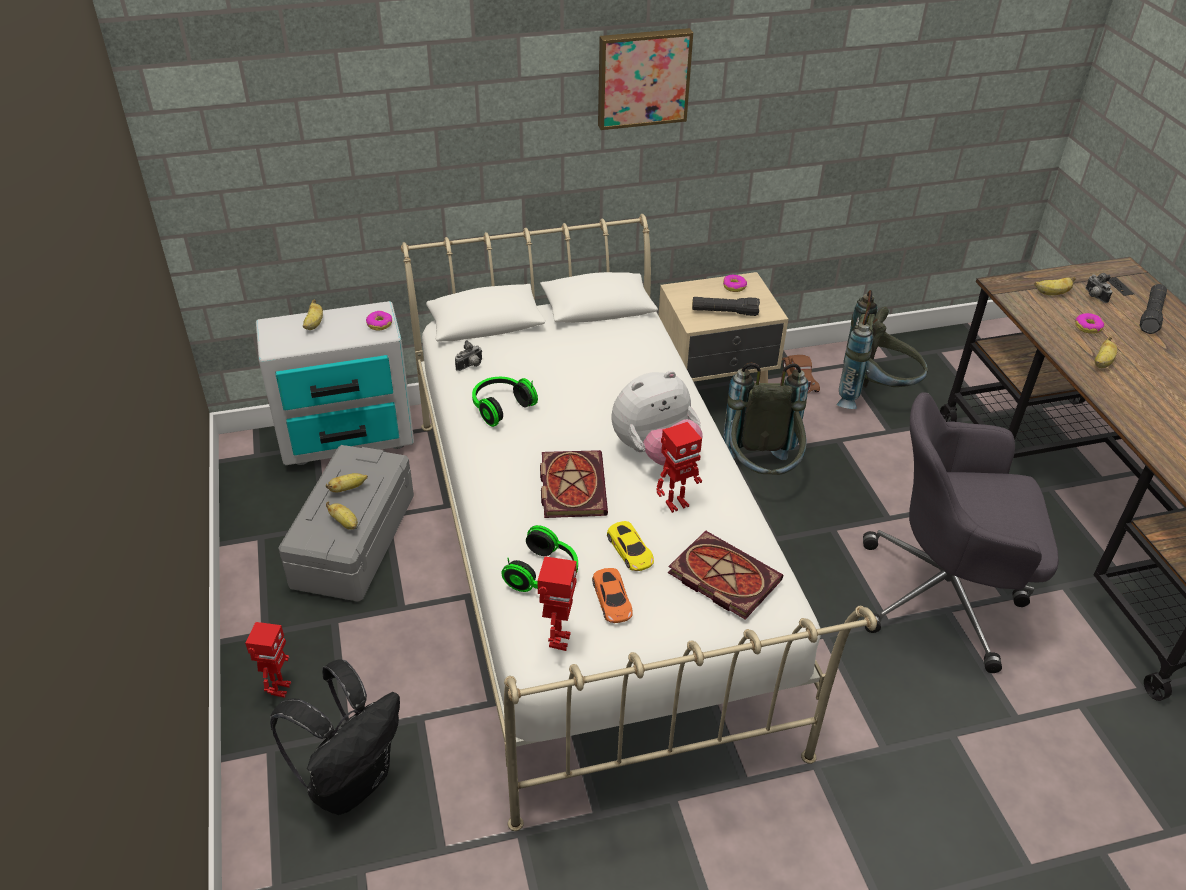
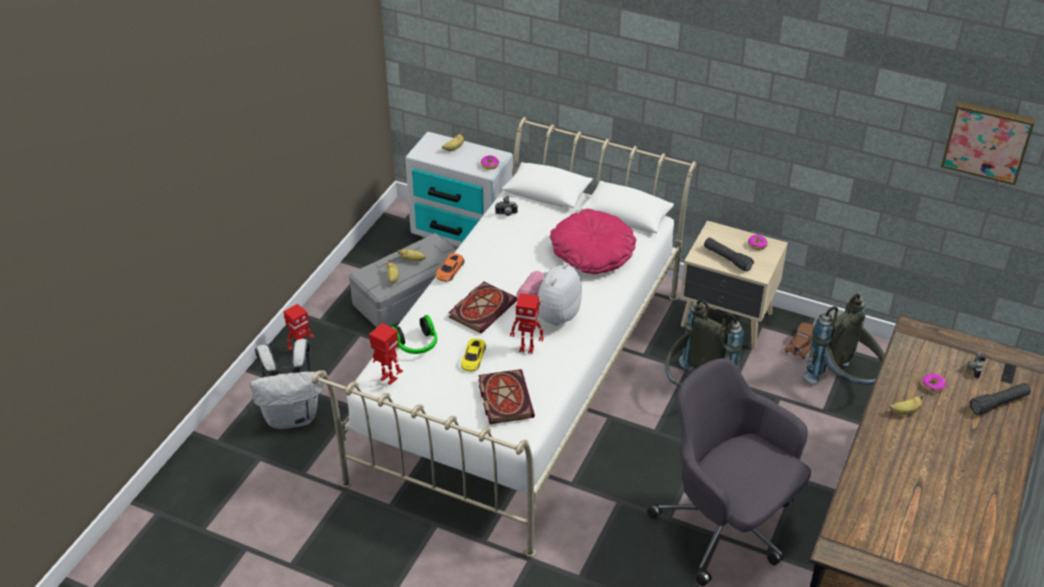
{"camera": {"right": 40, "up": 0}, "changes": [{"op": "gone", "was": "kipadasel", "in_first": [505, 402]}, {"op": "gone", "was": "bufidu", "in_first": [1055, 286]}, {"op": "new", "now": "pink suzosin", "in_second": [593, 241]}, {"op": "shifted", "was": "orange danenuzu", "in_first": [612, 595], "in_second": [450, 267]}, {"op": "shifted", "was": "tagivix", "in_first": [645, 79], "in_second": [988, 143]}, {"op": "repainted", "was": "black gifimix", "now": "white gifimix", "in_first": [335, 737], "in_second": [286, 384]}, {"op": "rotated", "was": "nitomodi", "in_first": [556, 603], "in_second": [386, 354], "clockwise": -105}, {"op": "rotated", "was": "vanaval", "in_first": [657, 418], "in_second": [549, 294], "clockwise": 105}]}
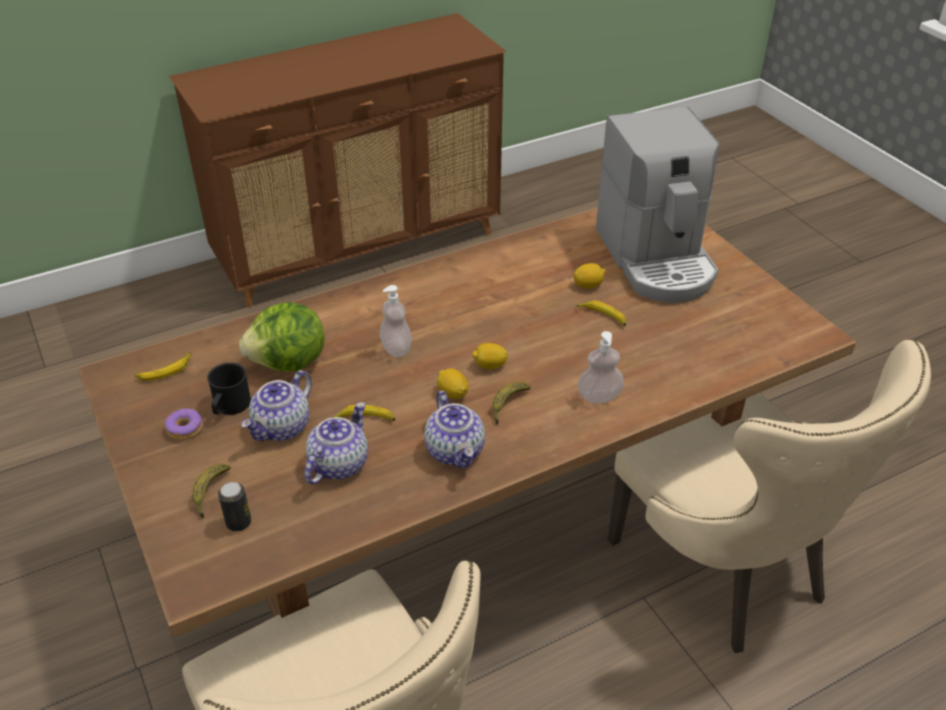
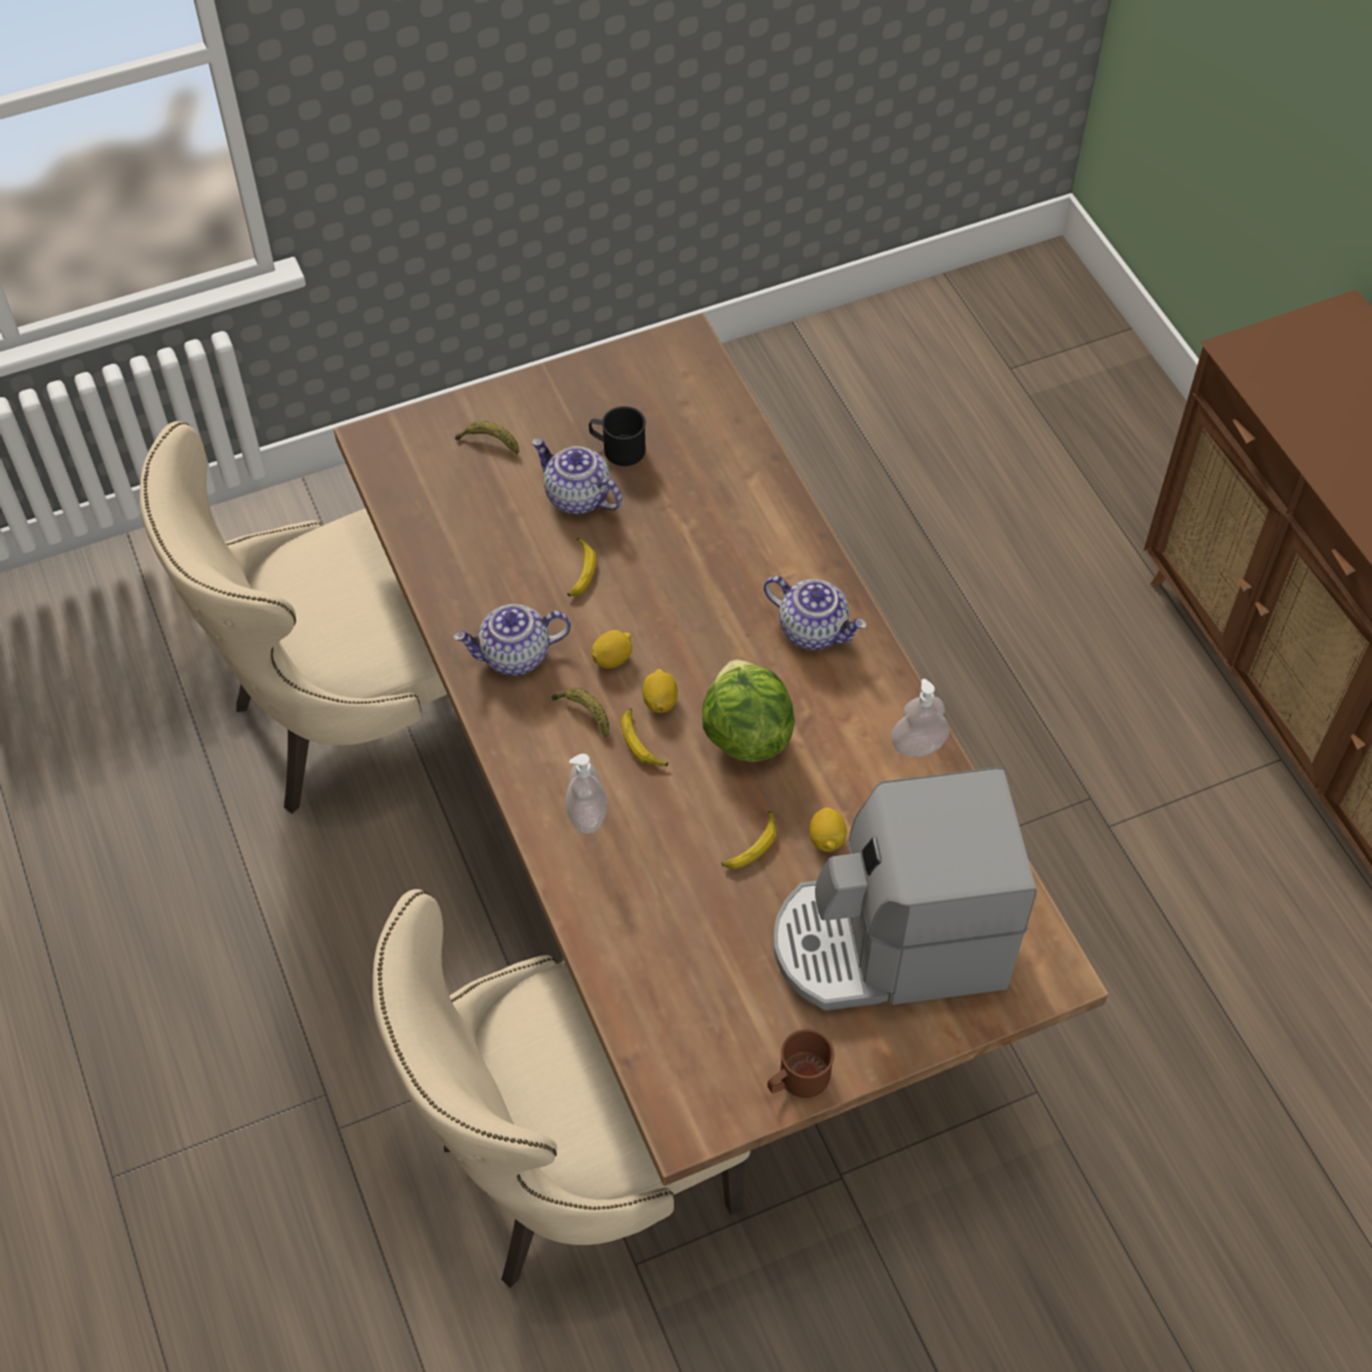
{"camera": {"right": 95, "up": 15}, "changes": [{"op": "gone", "was": "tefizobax", "in_first": [184, 424]}, {"op": "gone", "was": "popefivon", "in_first": [234, 506]}, {"op": "new", "now": "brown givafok", "in_second": [800, 1063]}, {"op": "shifted", "was": "bufidu", "in_first": [163, 366], "in_second": [644, 737]}, {"op": "shifted", "was": "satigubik", "in_first": [281, 337], "in_second": [748, 710]}, {"op": "shifted", "was": "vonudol", "in_first": [336, 443], "in_second": [815, 613]}, {"op": "shifted", "was": "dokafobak", "in_first": [396, 321], "in_second": [920, 718]}]}
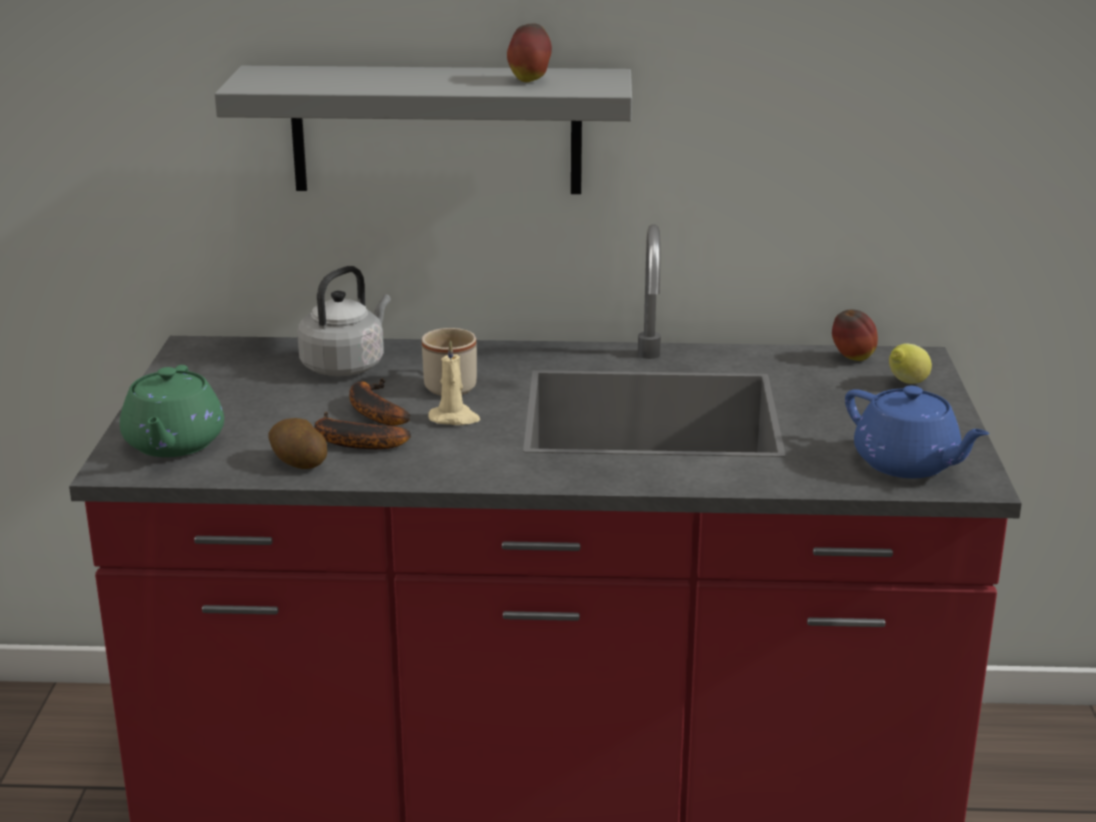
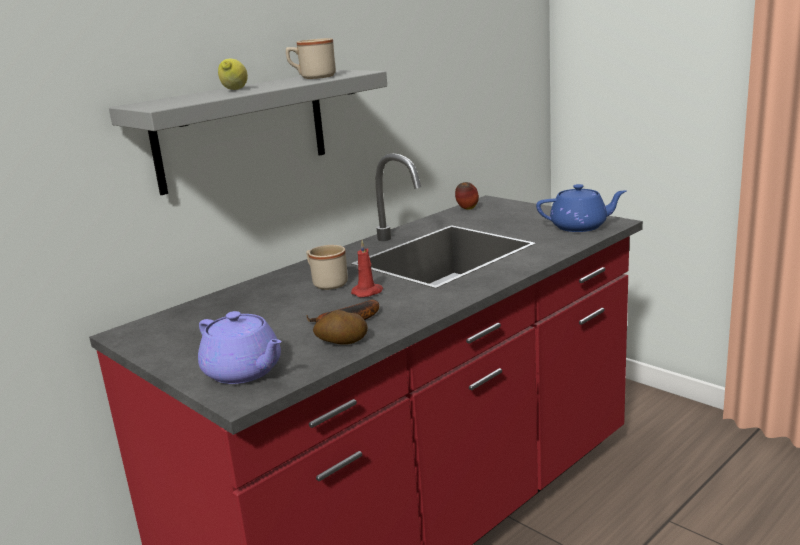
{"camera": {"right": -45, "up": -5}, "changes": [{"op": "gone", "was": "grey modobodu", "in_first": [344, 321]}, {"op": "gone", "was": "bufidu", "in_first": [379, 402]}, {"op": "shifted", "was": "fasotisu", "in_first": [910, 363], "in_second": [233, 74]}, {"op": "swapped", "was": "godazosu", "now": "beige givafok", "in_first": [529, 53], "in_second": [311, 58]}, {"op": "repainted", "was": "green vonudol", "now": "purple vonudol", "in_first": [172, 411], "in_second": [240, 347]}, {"op": "repainted", "was": "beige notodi", "now": "red notodi", "in_first": [454, 383], "in_second": [367, 268]}]}
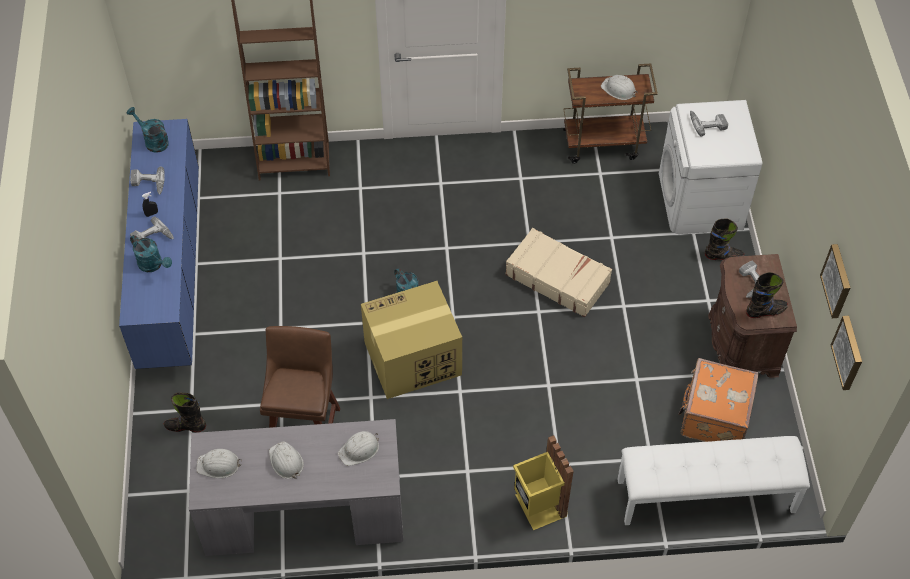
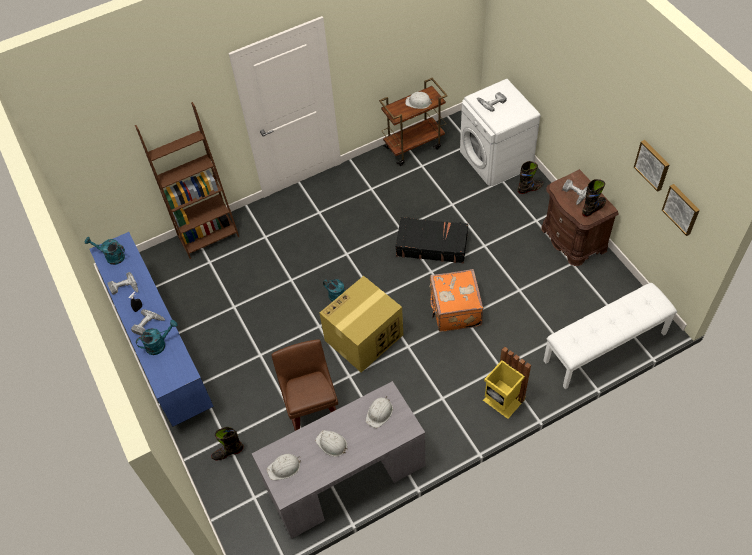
{"camera": {"right": -20, "up": 0}, "changes": [{"op": "shifted", "was": "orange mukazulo", "in_first": [718, 400], "in_second": [456, 300]}, {"op": "repainted", "was": "beige mukazulo", "now": "black mukazulo", "in_first": [558, 272], "in_second": [431, 240]}, {"op": "rotated", "was": "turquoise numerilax", "in_first": [151, 253], "in_second": [157, 337], "clockwise": -45}]}
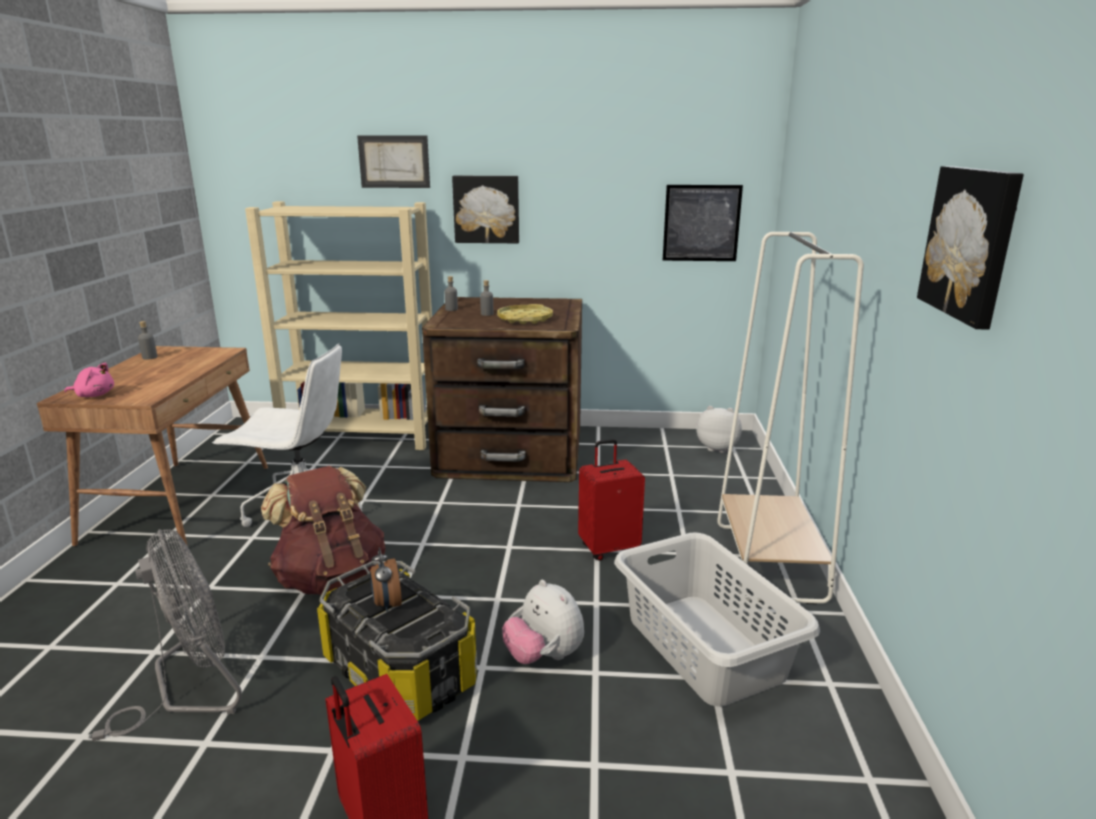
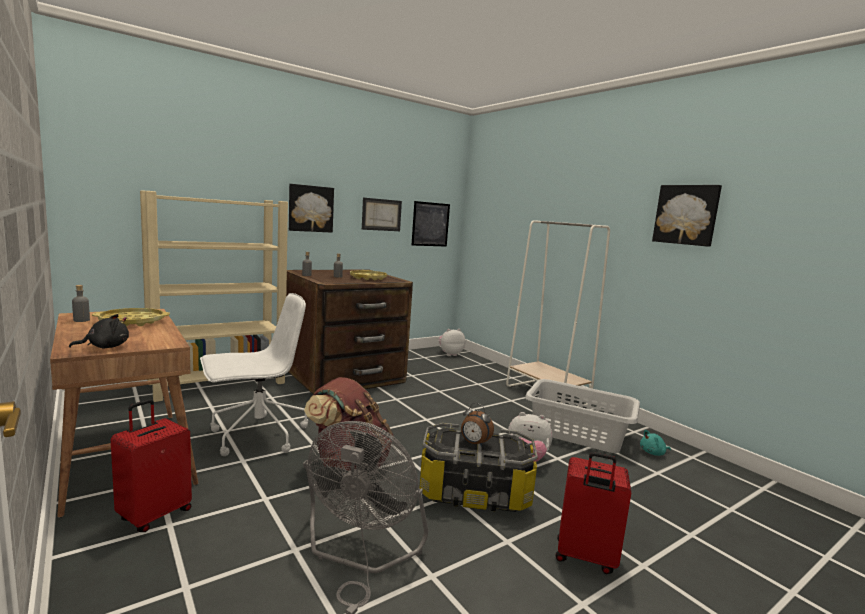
{"camera": {"right": -40, "up": -10}, "changes": [{"op": "new", "now": "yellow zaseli", "in_second": [131, 317]}, {"op": "new", "now": "turquoise vanaval", "in_second": [655, 443]}, {"op": "shifted", "was": "tagivix", "in_first": [393, 162], "in_second": [382, 214]}, {"op": "shifted", "was": "red mukazulo", "in_first": [611, 500], "in_second": [151, 465]}, {"op": "repainted", "was": "pink vanaval", "now": "black vanaval", "in_first": [89, 380], "in_second": [99, 331]}]}
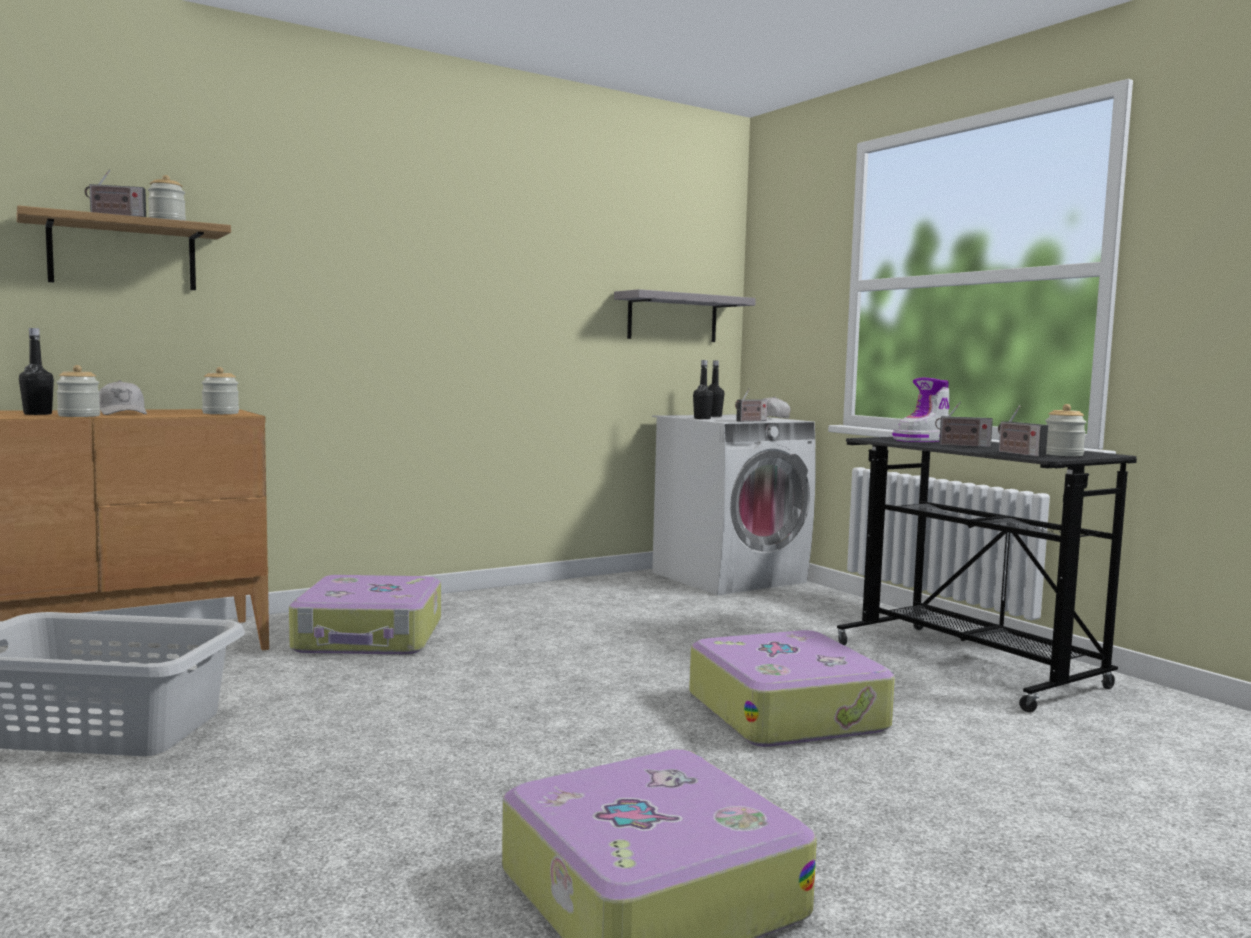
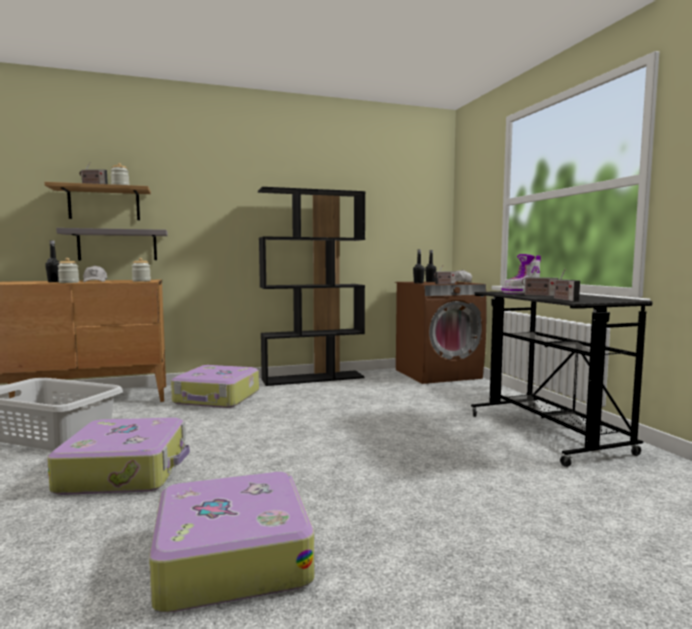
{"camera": {"right": 15, "up": 0}, "changes": [{"op": "gone", "was": "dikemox", "in_first": [1065, 430]}, {"op": "new", "now": "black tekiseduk", "in_second": [311, 286]}, {"op": "shifted", "was": "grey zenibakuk", "in_first": [685, 315], "in_second": [112, 244]}, {"op": "shifted", "was": "mukazulo", "in_first": [792, 688], "in_second": [118, 456]}, {"op": "repainted", "was": "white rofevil", "now": "brown rofevil", "in_first": [734, 505], "in_second": [441, 332]}]}
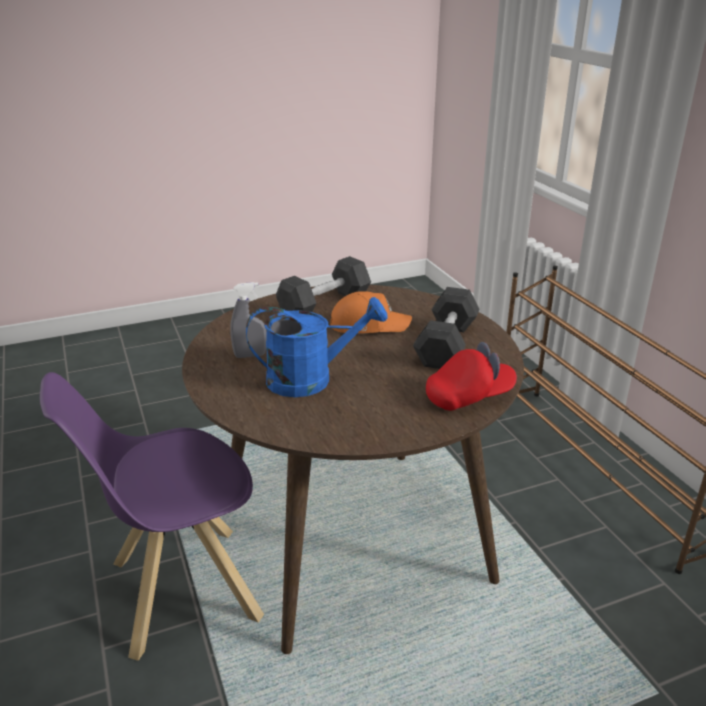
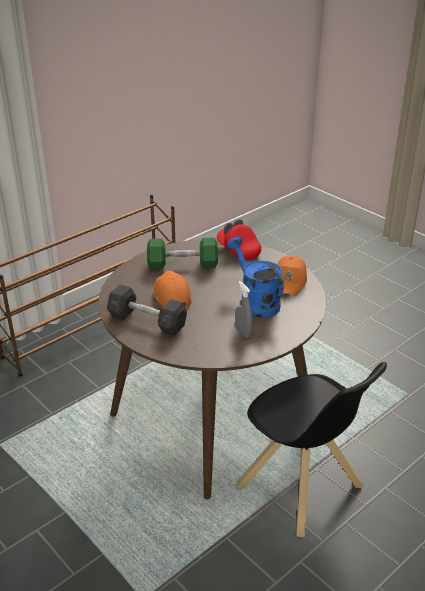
{"camera": {"right": -110, "up": 5}, "changes": [{"op": "new", "now": "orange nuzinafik", "in_second": [292, 276]}, {"op": "repainted", "was": "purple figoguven", "now": "black figoguven", "in_first": [152, 516], "in_second": [312, 449]}, {"op": "repainted", "was": "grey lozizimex", "now": "green lozizimex", "in_first": [446, 328], "in_second": [182, 253]}]}
